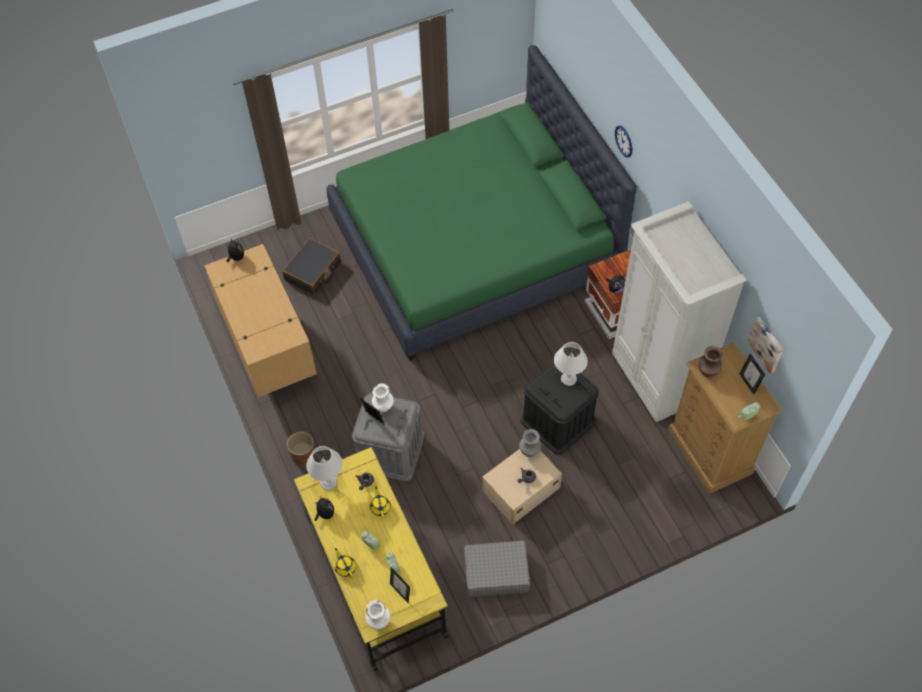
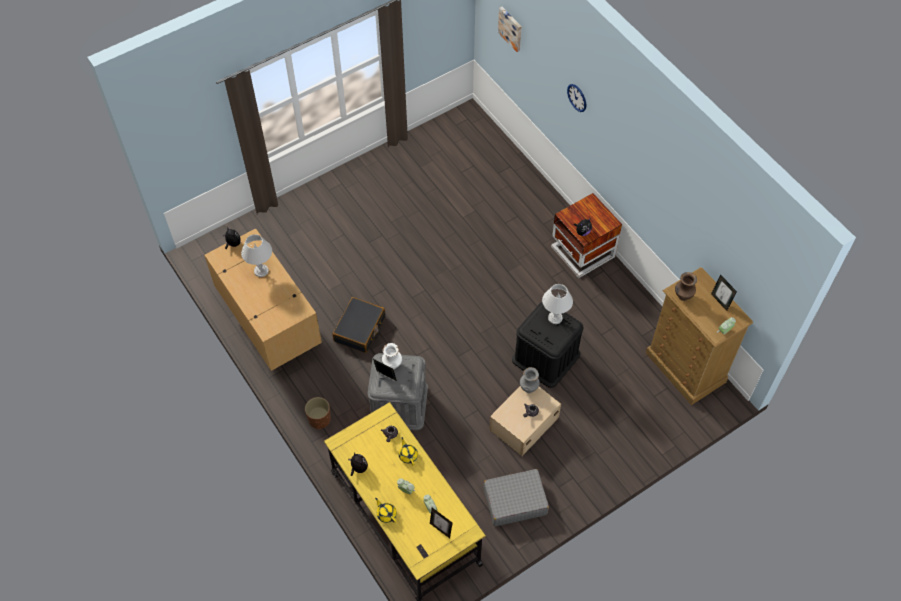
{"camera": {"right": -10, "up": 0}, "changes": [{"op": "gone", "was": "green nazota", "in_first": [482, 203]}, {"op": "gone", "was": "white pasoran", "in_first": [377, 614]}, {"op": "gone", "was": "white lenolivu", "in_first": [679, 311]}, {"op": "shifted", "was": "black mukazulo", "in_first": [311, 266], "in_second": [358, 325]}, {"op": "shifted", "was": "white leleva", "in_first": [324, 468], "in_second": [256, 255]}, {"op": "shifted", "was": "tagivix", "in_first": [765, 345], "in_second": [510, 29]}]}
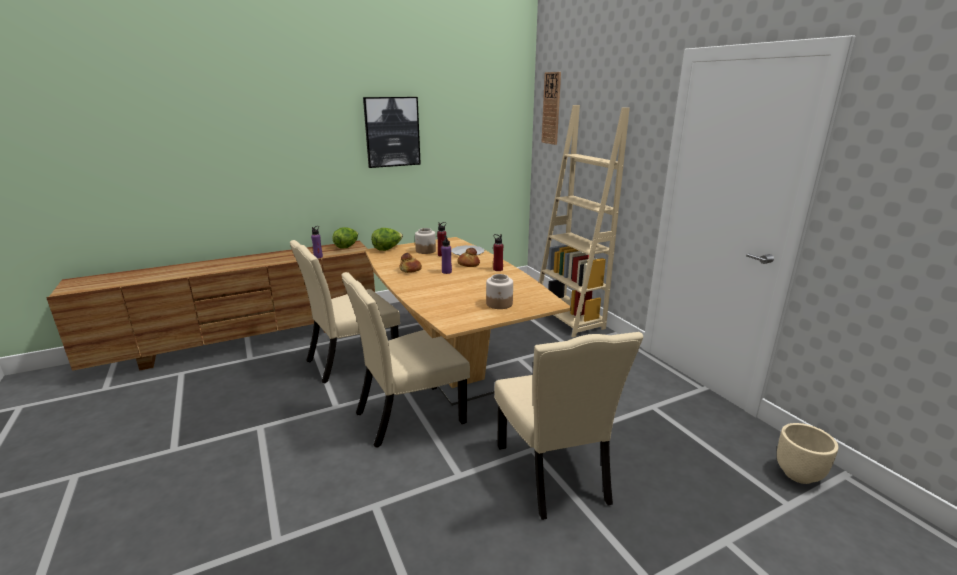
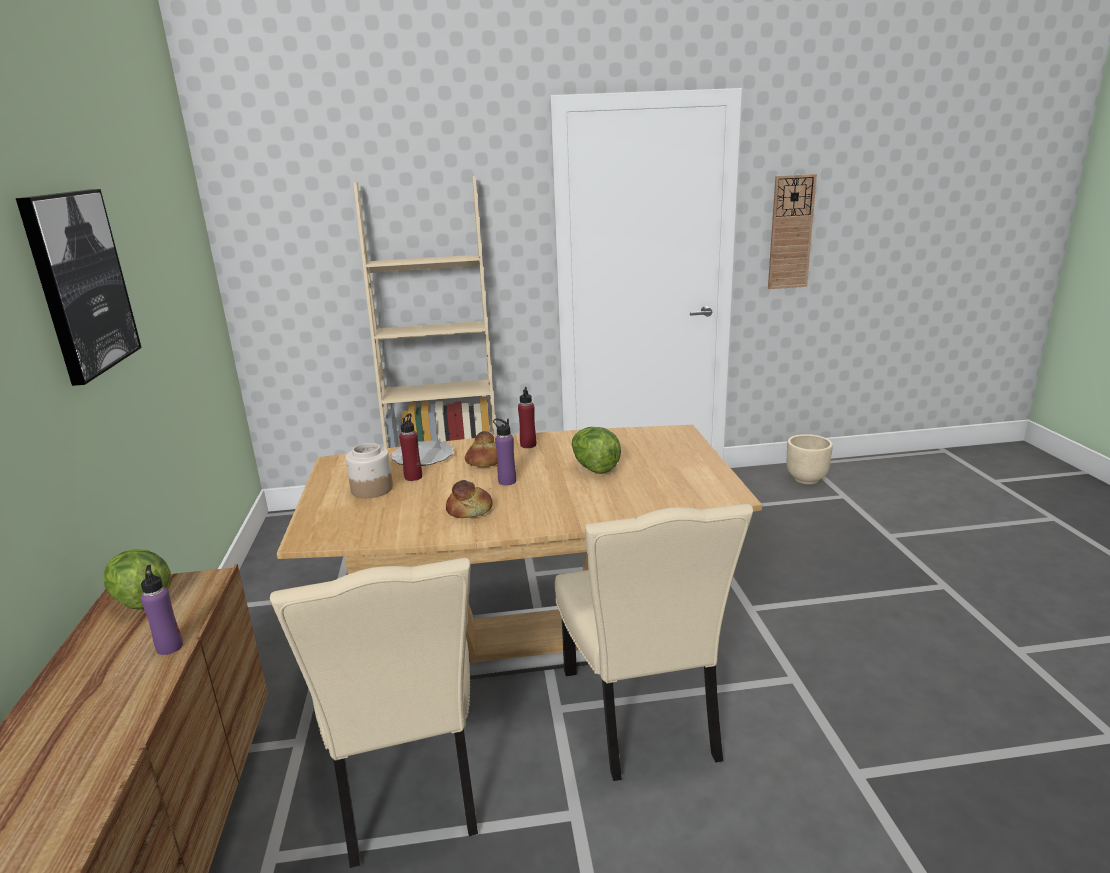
{"camera": {"right": -70, "up": 0}, "changes": [{"op": "gone", "was": "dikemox", "in_first": [499, 291]}, {"op": "gone", "was": "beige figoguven", "in_first": [568, 426]}, {"op": "shifted", "was": "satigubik", "in_first": [387, 239], "in_second": [596, 450]}, {"op": "shifted", "was": "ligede", "in_first": [551, 108], "in_second": [792, 231]}]}
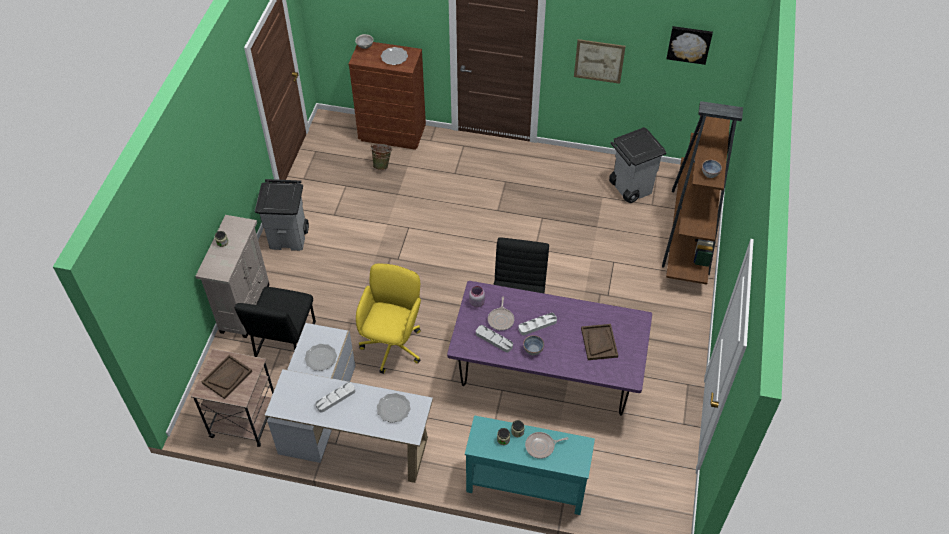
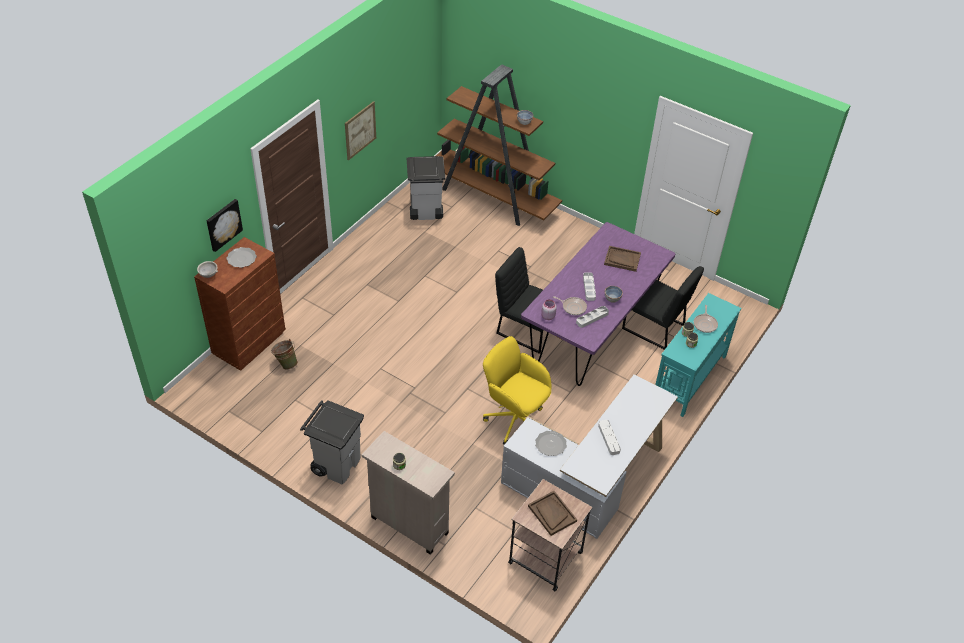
{"camera": {"right": -70, "up": -5}, "changes": [{"op": "gone", "was": "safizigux", "in_first": [394, 408]}, {"op": "shifted", "was": "black figoguven", "in_first": [275, 322], "in_second": [663, 308]}, {"op": "shifted", "was": "tagivix", "in_first": [689, 45], "in_second": [225, 225]}]}
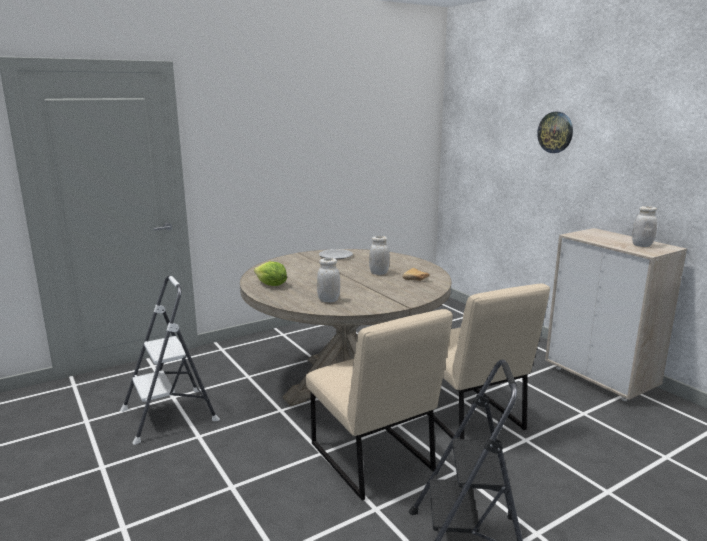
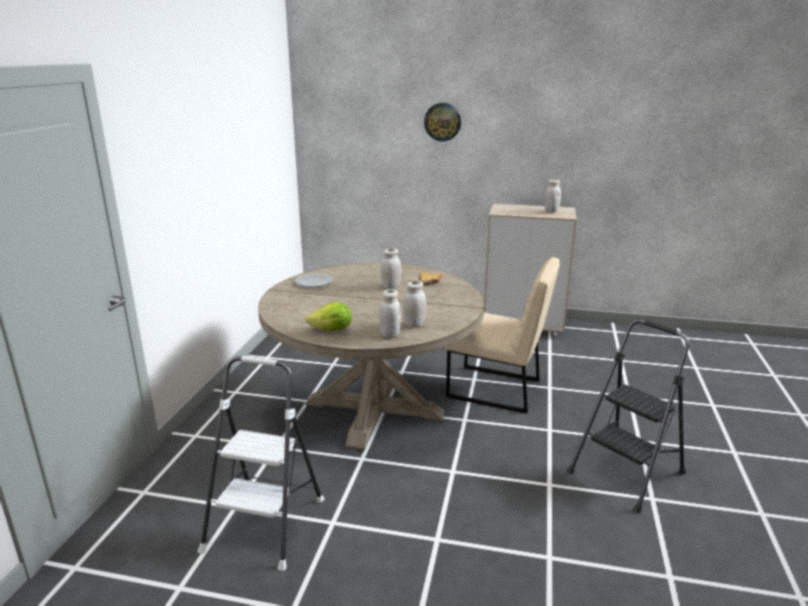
{"camera": {"right": -45, "up": 5}, "changes": [{"op": "gone", "was": "beige figoguven", "in_first": [379, 404]}, {"op": "new", "now": "white dikemox", "in_second": [390, 313]}]}
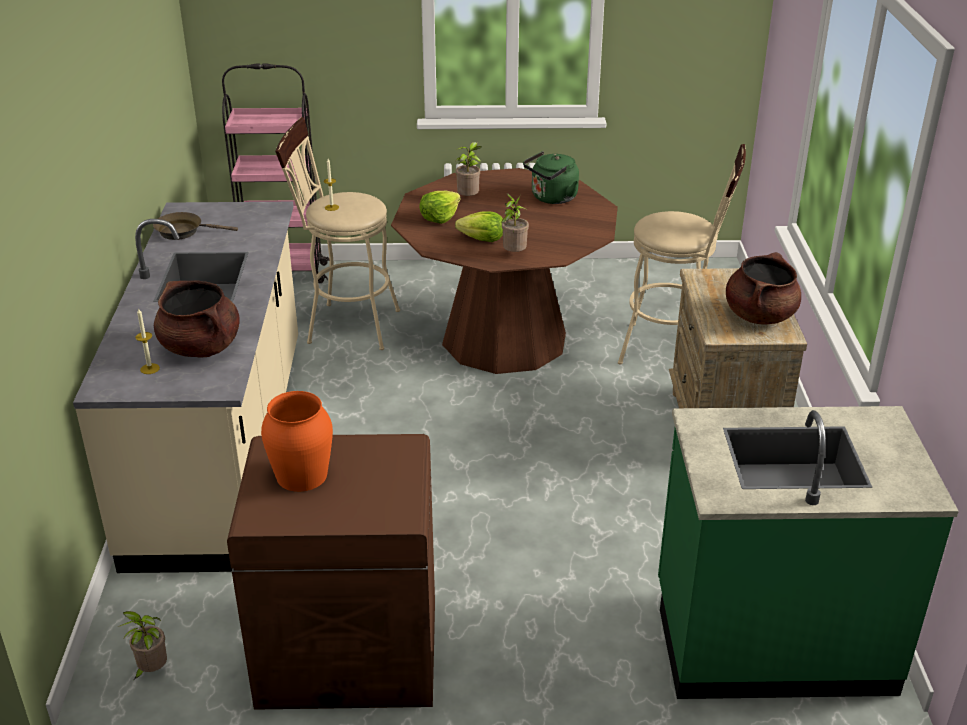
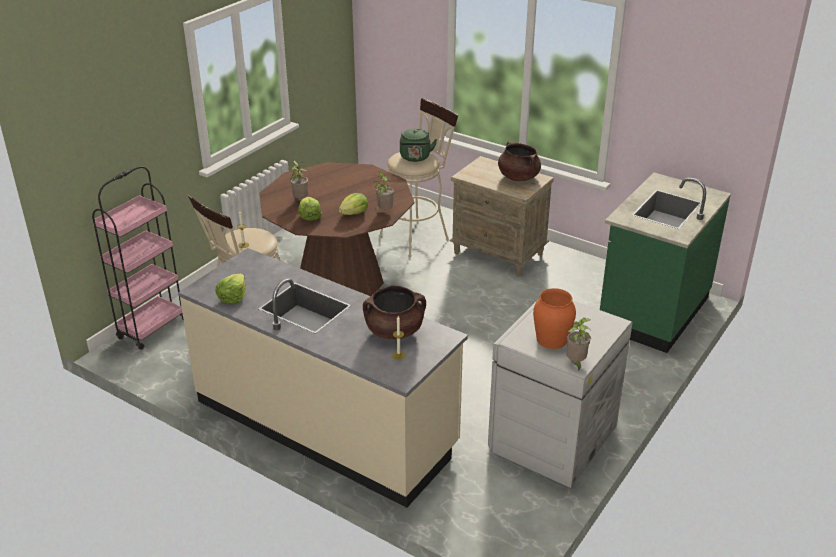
{"camera": {"right": -55, "up": 0}, "changes": [{"op": "shifted", "was": "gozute", "in_first": [142, 645], "in_second": [579, 344]}, {"op": "shifted", "was": "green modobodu", "in_first": [551, 177], "in_second": [418, 145]}, {"op": "swapped", "was": "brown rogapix", "now": "satigubik", "in_first": [195, 226], "in_second": [231, 289]}, {"op": "repainted", "was": "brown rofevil", "now": "white rofevil", "in_first": [331, 572], "in_second": [560, 394]}]}
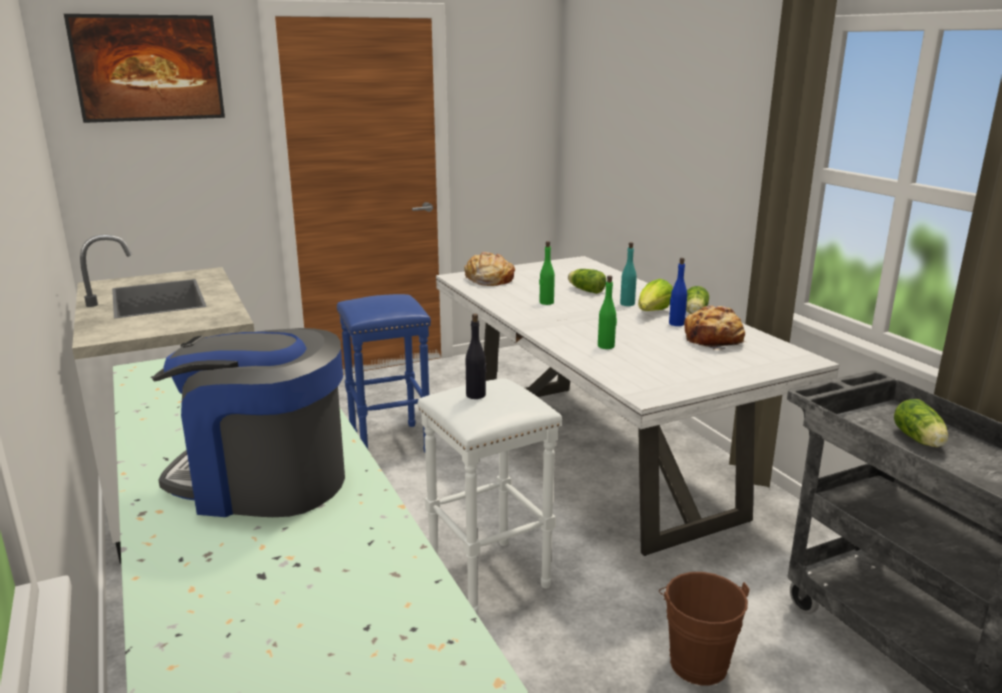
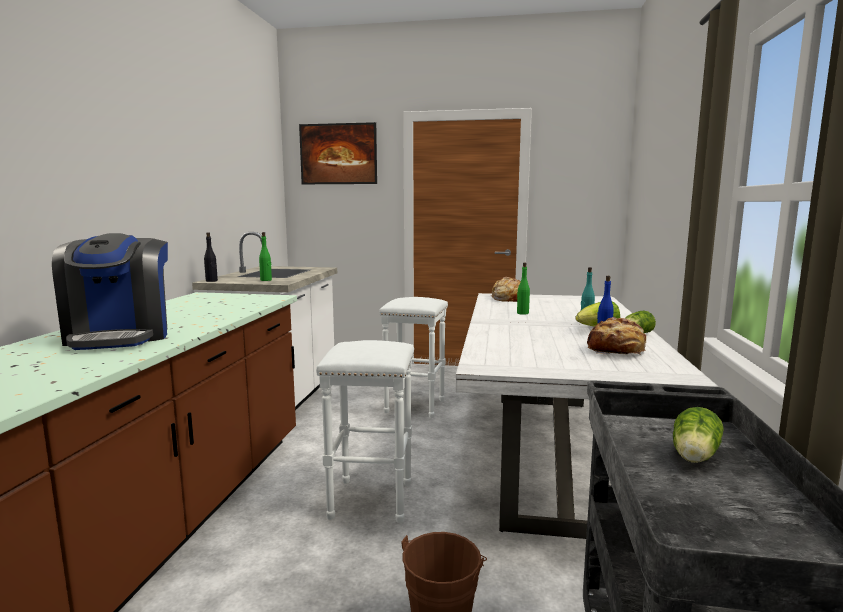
{"camera": {"right": 35, "up": -10}, "changes": [{"op": "gone", "was": "satigubik", "in_first": [587, 281]}, {"op": "shifted", "was": "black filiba", "in_first": [476, 356], "in_second": [211, 257]}, {"op": "shifted", "was": "green filiba", "in_first": [607, 312], "in_second": [265, 256]}, {"op": "repainted", "was": "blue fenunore", "now": "white fenunore", "in_first": [384, 373], "in_second": [413, 357]}, {"op": "rotated", "was": "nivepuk", "in_first": [248, 422], "in_second": [110, 291], "clockwise": -150}]}
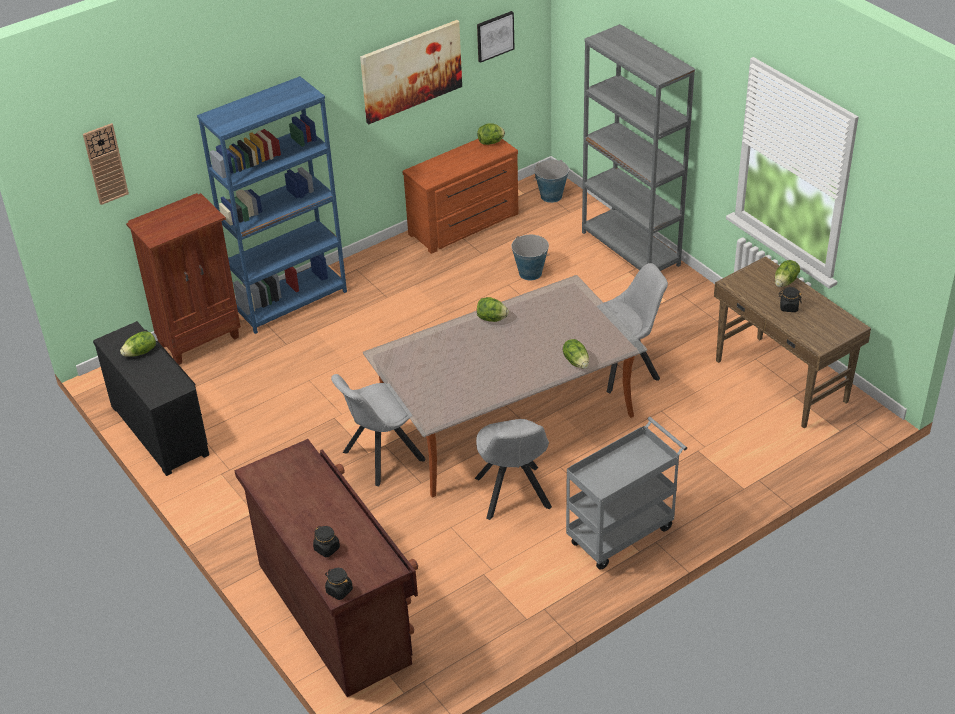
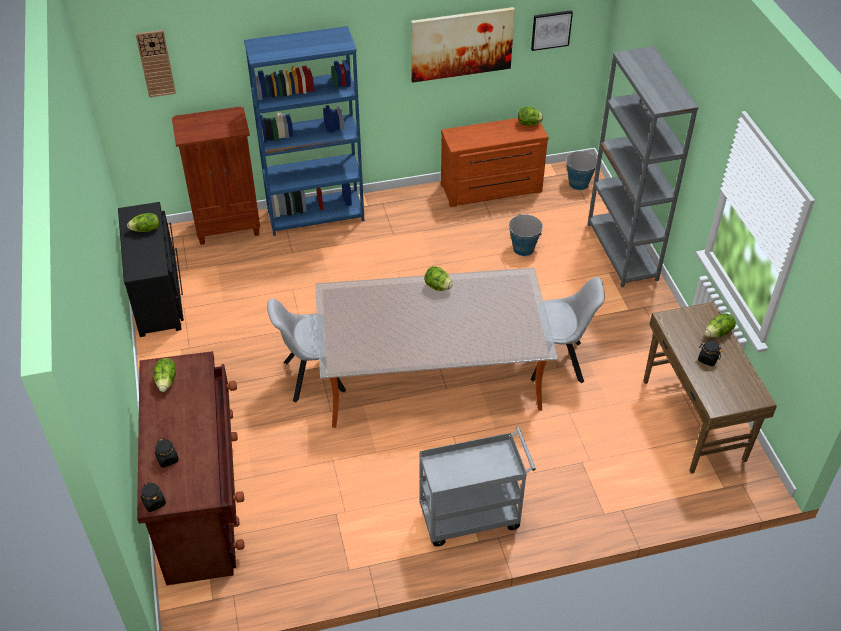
{"camera": {"right": 20, "up": 5}, "changes": [{"op": "gone", "was": "grey figoguven", "in_first": [513, 469]}, {"op": "shifted", "was": "satigubik", "in_first": [576, 354], "in_second": [165, 375]}]}
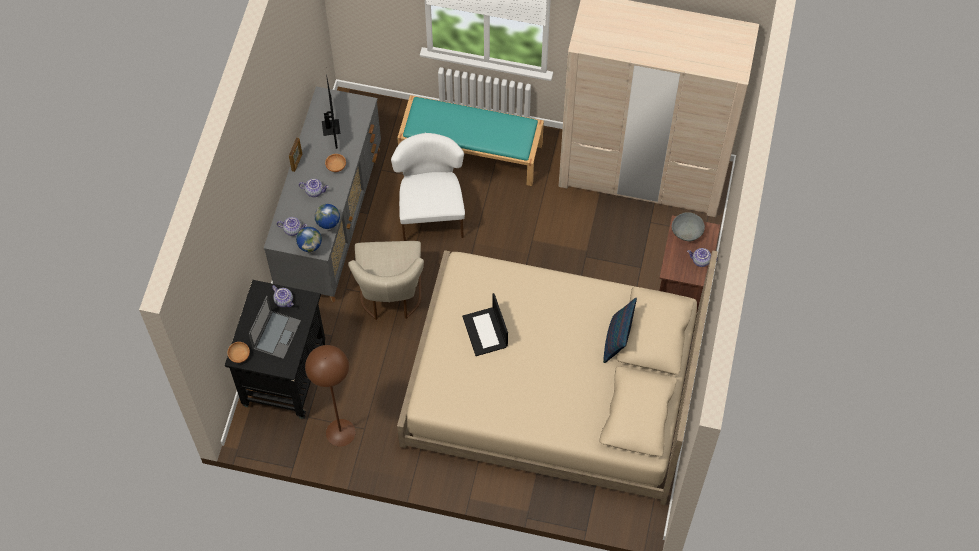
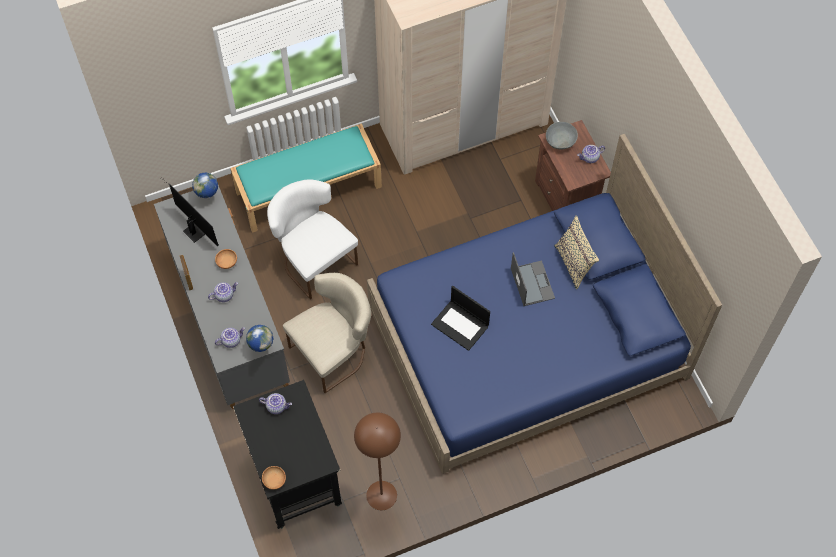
{"camera": {"right": -35, "up": 0}, "changes": [{"op": "shifted", "was": "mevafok", "in_first": [275, 327], "in_second": [533, 279]}, {"op": "shifted", "was": "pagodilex", "in_first": [327, 217], "in_second": [205, 186]}, {"op": "repainted", "was": "beige nazota", "now": "blue nazota", "in_first": [557, 377], "in_second": [544, 304]}, {"op": "repainted", "was": "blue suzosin", "now": "beige suzosin", "in_first": [620, 330], "in_second": [576, 252]}, {"op": "rotated", "was": "beige figoguven", "in_first": [386, 280], "in_second": [327, 333], "clockwise": -90}]}
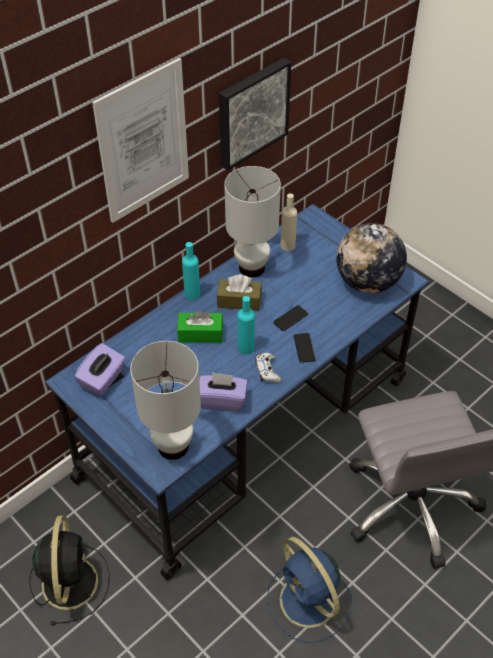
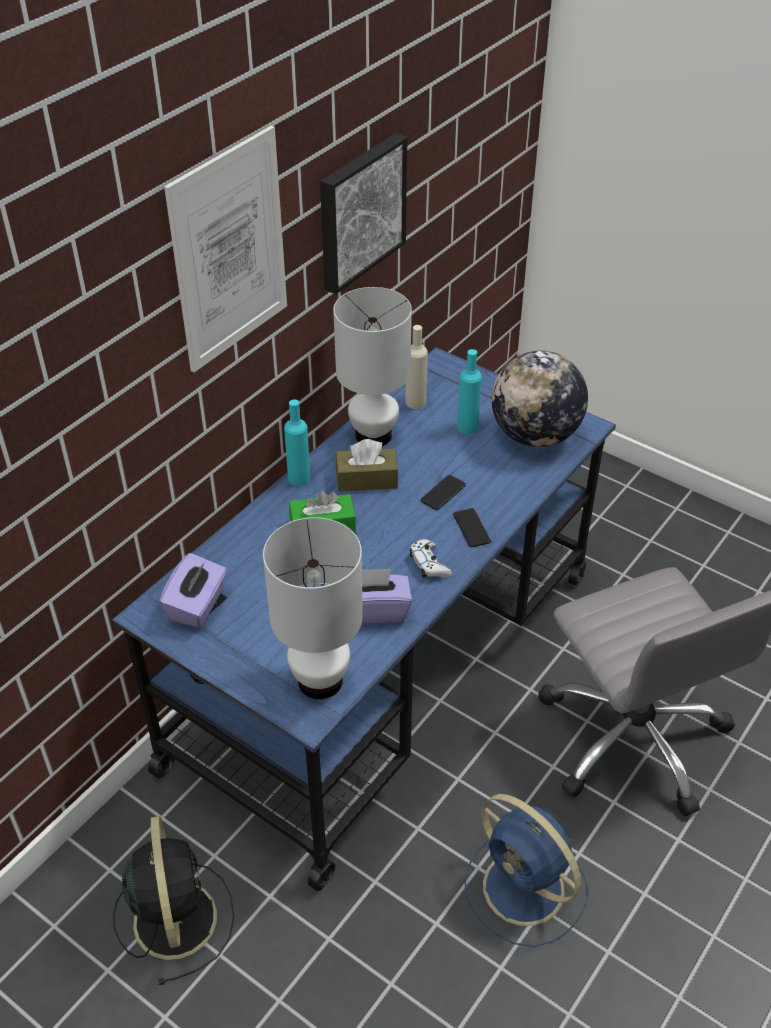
{"camera": {"right": -10, "up": -5}, "changes": [{"op": "shifted", "was": "turquoise filiba", "in_first": [246, 325], "in_second": [469, 391]}]}
